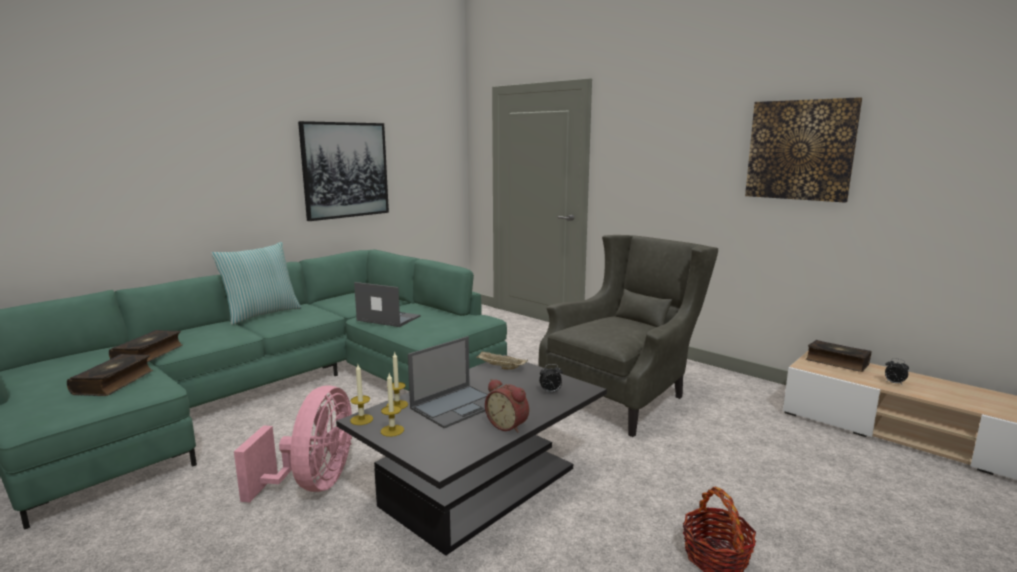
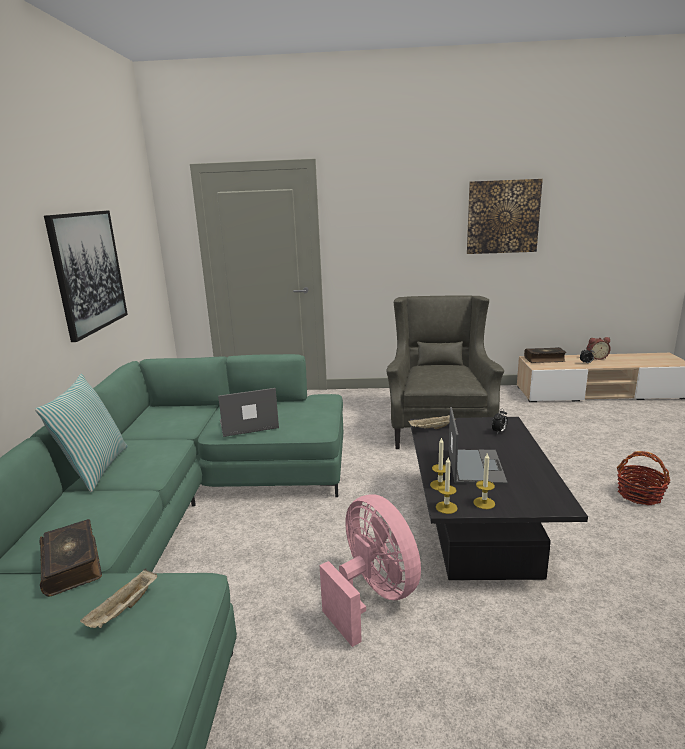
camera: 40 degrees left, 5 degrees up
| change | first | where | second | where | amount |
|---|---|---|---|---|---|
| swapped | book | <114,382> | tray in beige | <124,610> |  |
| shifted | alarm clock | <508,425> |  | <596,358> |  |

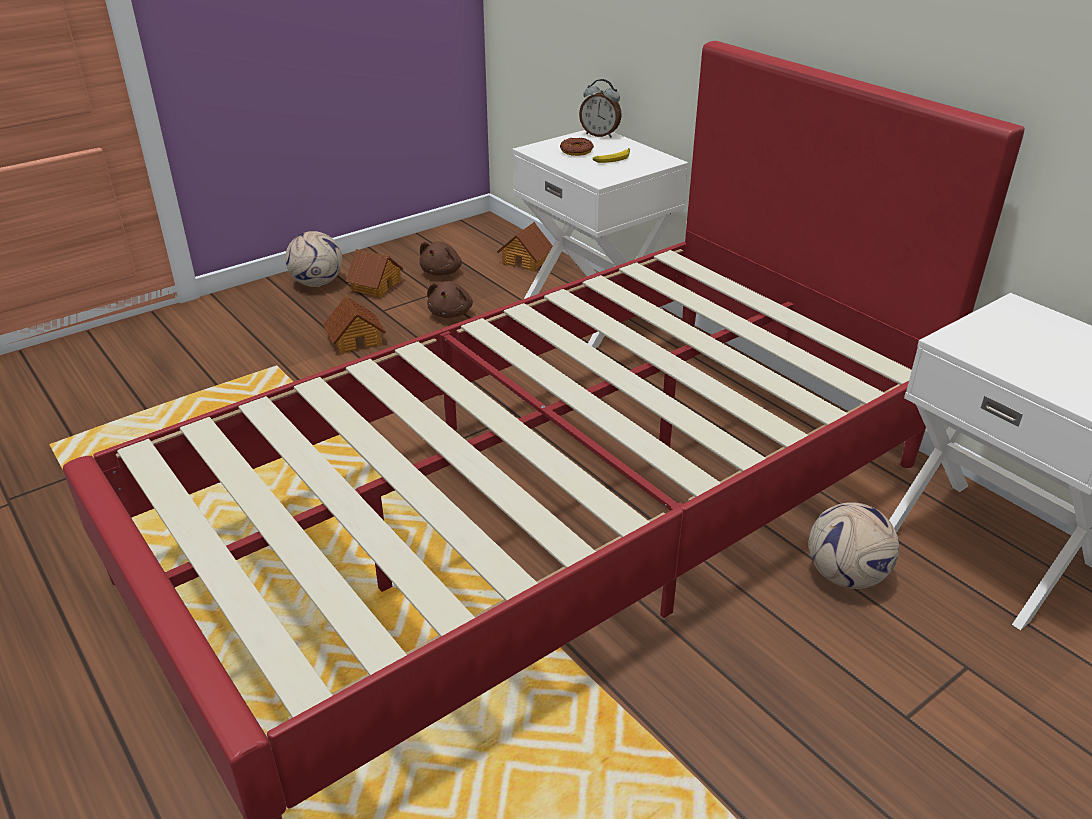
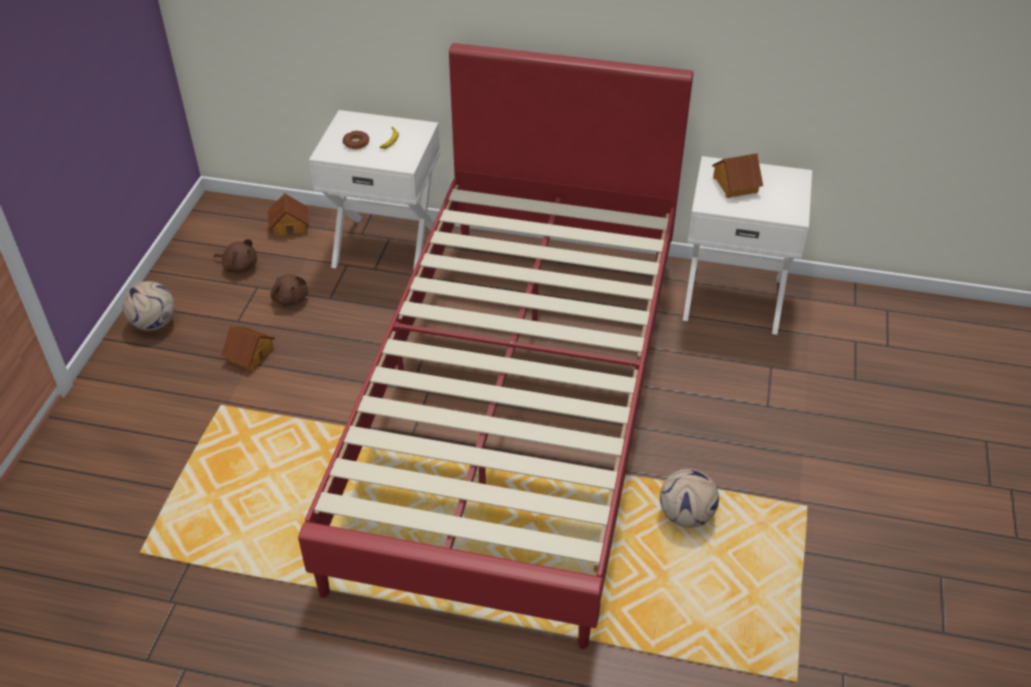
camera: 40 degrees left, 10 degrees up
| change | first | where | second | where | amount |
|---|---|---|---|---|---|
| rotated | plush toy in brown | <442,272> |  | <239,266> | 45 degrees counterclockwise |
| shifted | football | <846,577> |  | <686,516> |  |
| shifted | toy house | <375,285> |  | <734,185> |  |
| gone | alarm clock | <600,135> |  |  |  |

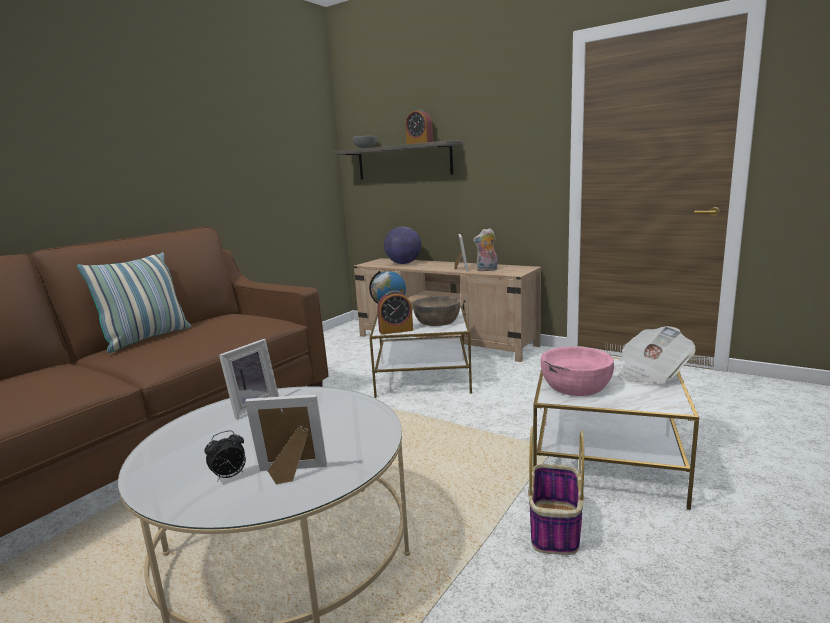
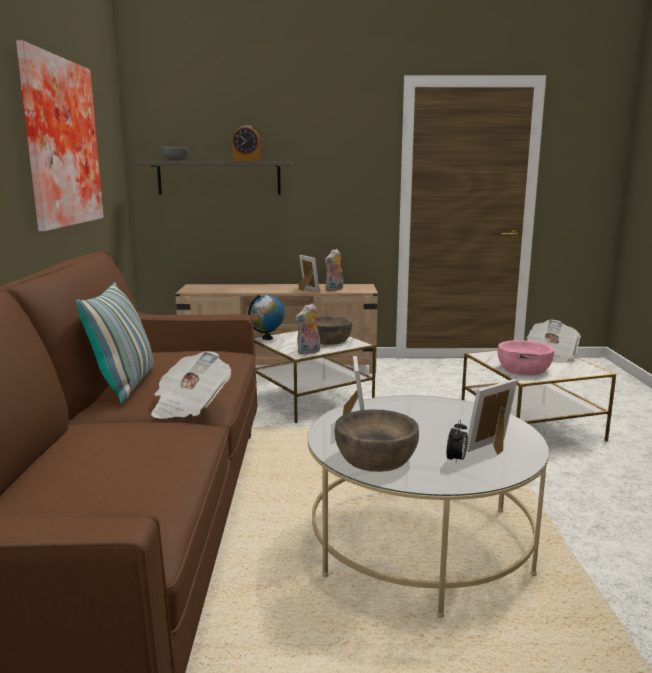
camera: 35 degrees left, 0 degrees up
| change | first | where | second | where | amount |
|---|---|---|---|---|---|
| new |  |  | picture | <57,143> |  |
| new |  |  | newspaper | <189,406> |  |
| swapped | alarm clock | <396,330> | plush toy | <309,352> |  |
| new |  |  | bowl in brown | <375,458> |  |
| gone | globe | <403,263> |  |  |  |
| gone | basket | <555,528> |  |  |  |

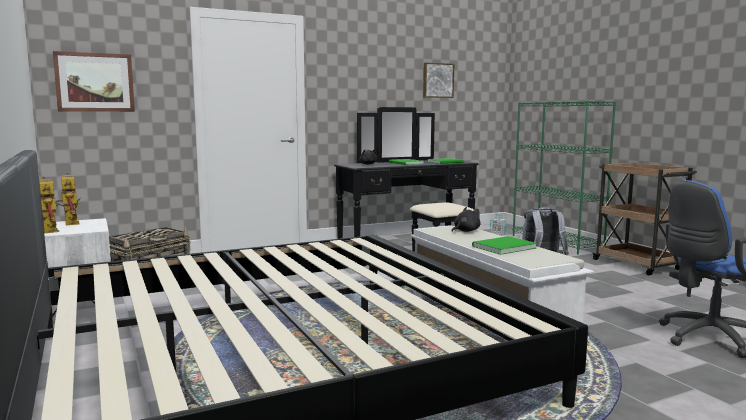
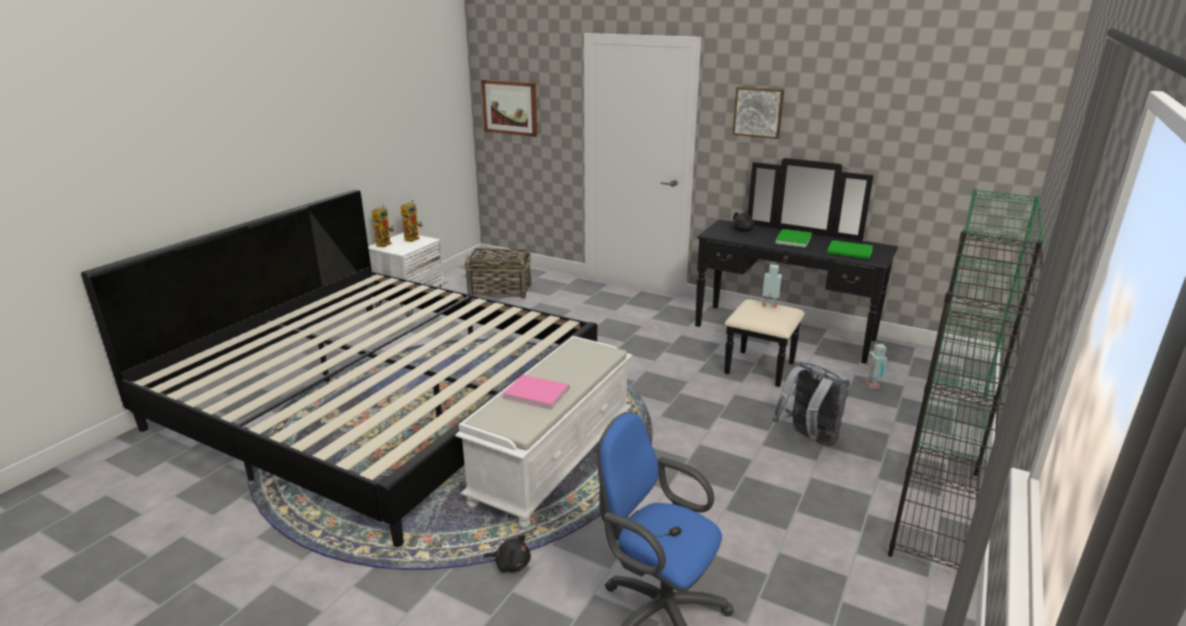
camera: 55 degrees right, 15 degrees up
| change | first | where | second | where | amount |
|---|---|---|---|---|---|
| shifted | plush toy in black | <465,231> |  | <511,564> |  |
| repainted | book in green | <502,247> | book in pink | <535,392> |  |
| shifted | picture | <437,80> |  | <758,112> |  |
| new |  |  | toy robot | <770,306> |  |
| swapped | cart in brown | <638,265> | bookcase in black | <936,513> |  |

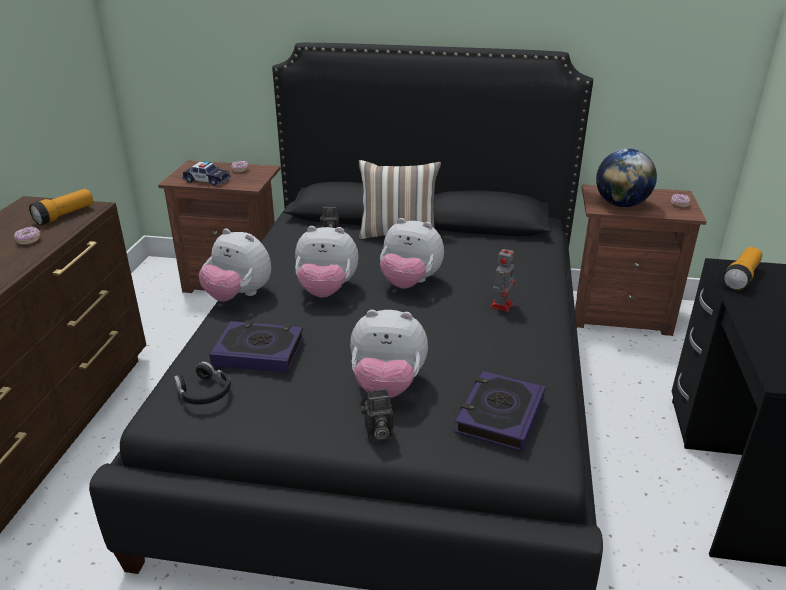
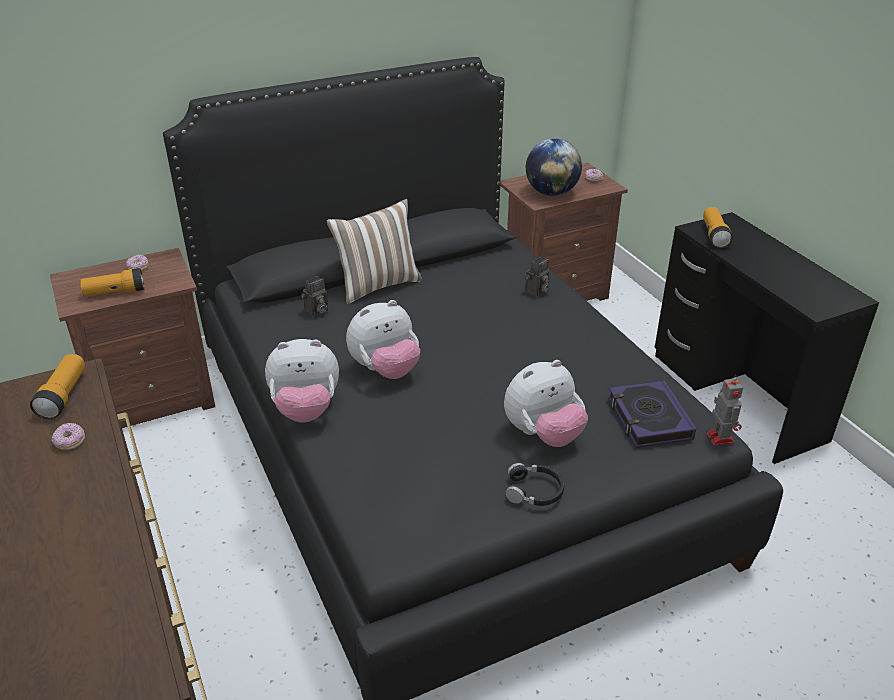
camera: 35 degrees left, 5 degrees up
| change | first | where | second | where | amount |
|---|---|---|---|---|---|
| swapped | toy car | <207,180> | flashlight | <115,292> |  |
| shifted | headphones in black | <204,392> |  | <534,491> |  |
| shifted | photo camera | <377,434> |  | <536,292> |  |
| shifted | toy robot | <501,305> |  | <719,437> |  |
| gone | book | <259,352> |  |  |  |
| gone | plush toy | <410,283> |  |  |  |

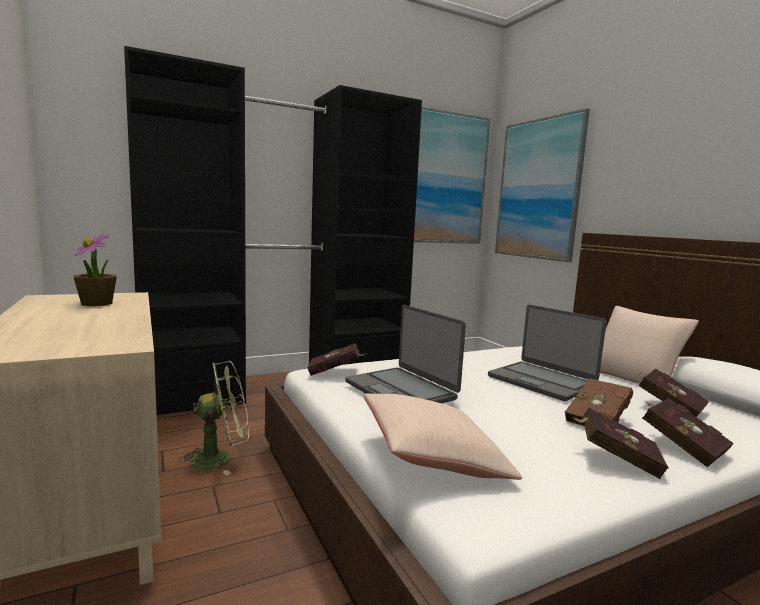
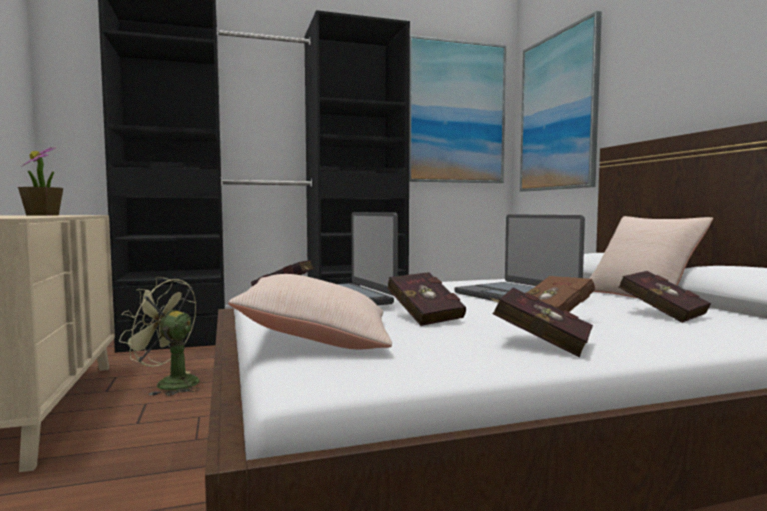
camera: 10 degrees right, 5 degrees down
| change | first | where | second | where | amount |
|---|---|---|---|---|---|
| rotated | fan in green | <220,458> |  | <168,384> | 150 degrees counterclockwise |
| shifted | book in red | <680,447> |  | <424,316> |  |

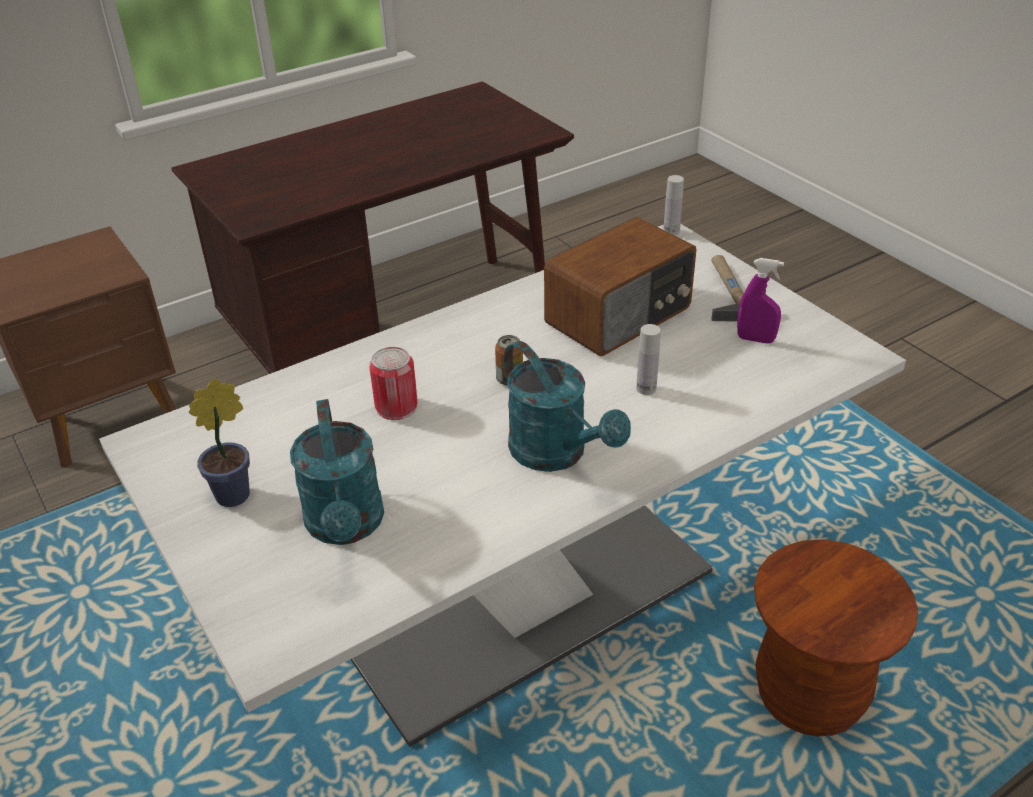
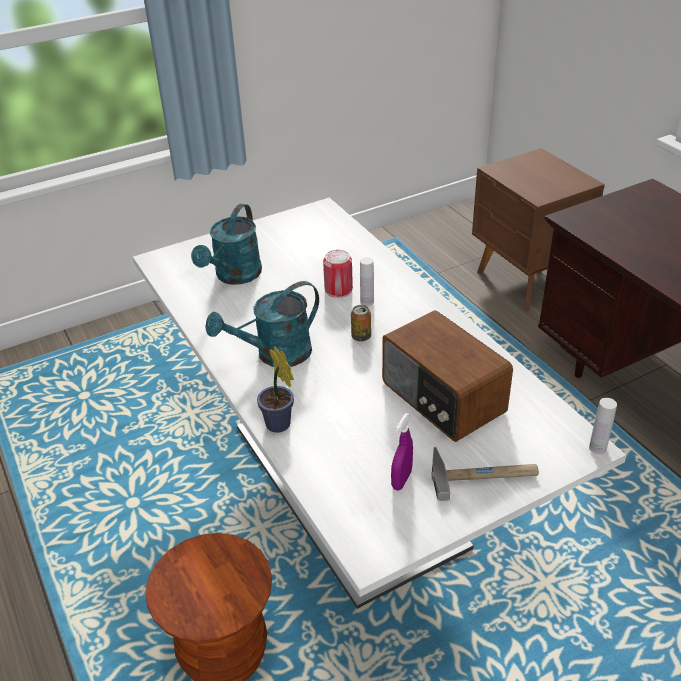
camera: 95 degrees right, 0 degrees up
| change | first | where | second | where | amount |
|---|---|---|---|---|---|
| rotated | watering can in turquoise | <346,526> |  | <234,276> | 60 degrees counterclockwise |
| shifted | potted plant | <237,493> |  | <280,426> |  |
| shifted | bottle in white | <646,388> |  | <367,302> |  |

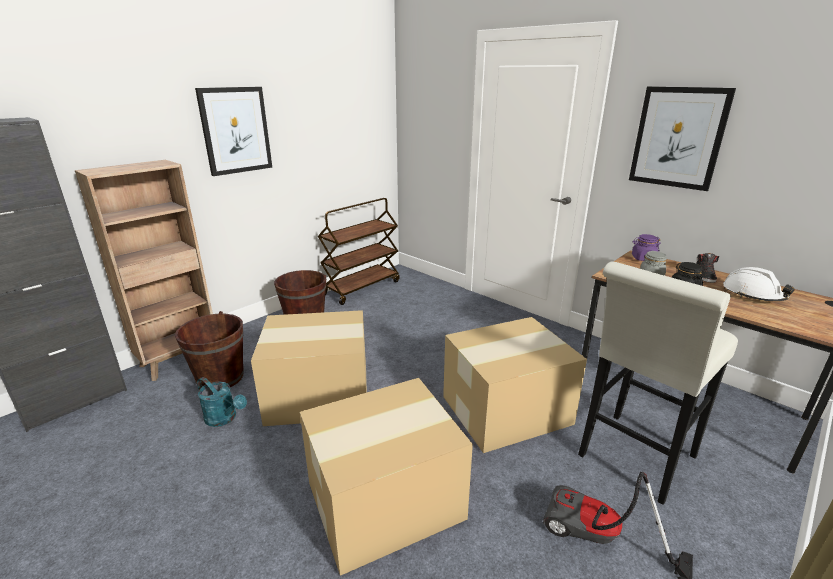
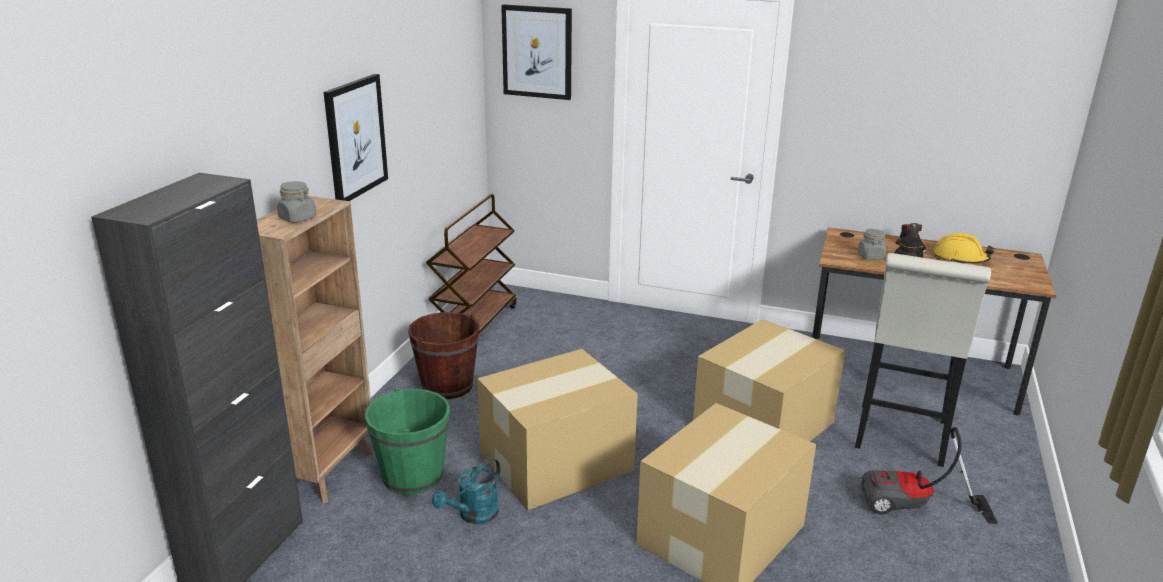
camera: 25 degrees left, 0 degrees up
| change | first | where | second | where | amount |
|---|---|---|---|---|---|
| new |  |  | jar in grey | <298,218> |  |
| repainted | bucket in brown | <220,377> | bucket in green | <413,476> |  |
| rotated | watering can in turquoise | <224,418> |  | <473,515> | 120 degrees clockwise |
| shifted | picture | <678,138> |  | <537,52> |  |
| repainted | hard hat in white | <753,294> | hard hat in yellow | <960,258> |  |
| gone | jar in purple | <643,258> |  |  |  |

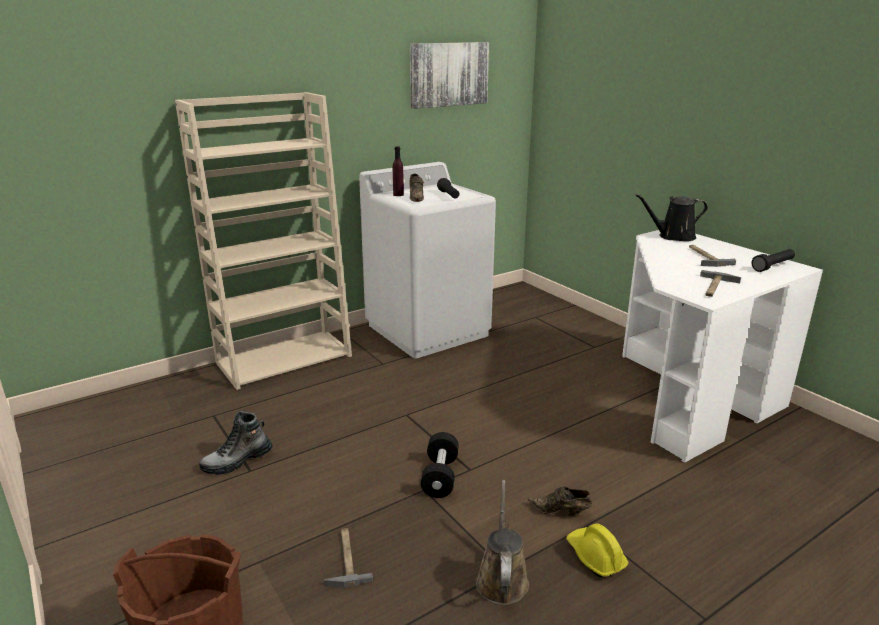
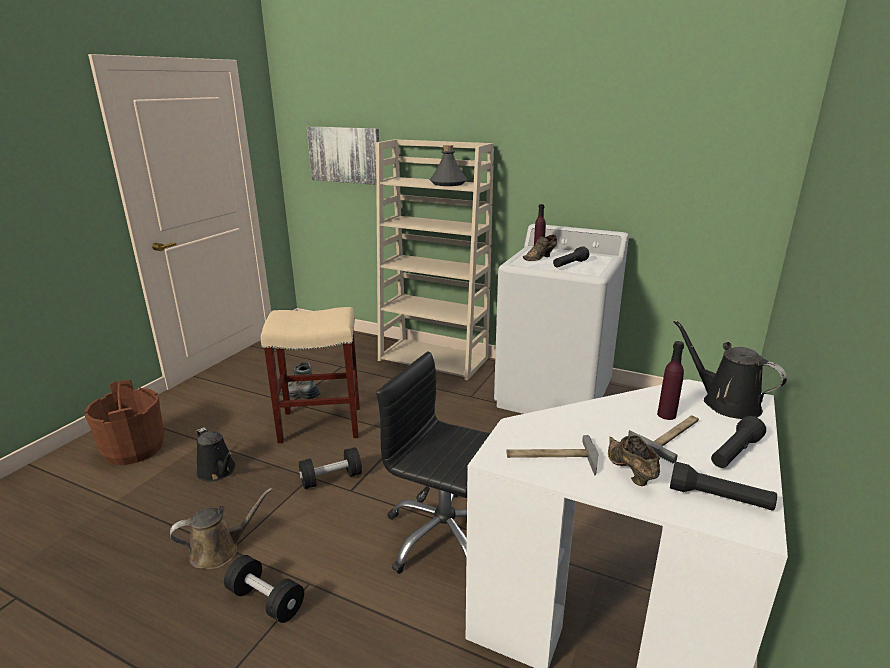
camera: 60 degrees right, 0 degrees up
| change | first | where | second | where | amount |
|---|---|---|---|---|---|
| swapped | hammer | <346,558> | watering can in black | <218,471> |  |
| swapped | hard hat in yellow | <595,556> | dumbbell in black | <266,600> |  |
| new |  |  | stool in beige | <322,424> |  |
| shifted | picture | <448,74> |  | <345,155> |  |
| new |  |  | office chair in black | <444,536> |  |
| new |  |  | bottle in grey | <448,183> |  |
| shifted | shoe in brown | <561,512> |  | <630,471> |  |
| new |  |  | bottle in purple | <666,415> |  |
| new |  |  | flashlight in black | <734,453> |  |

